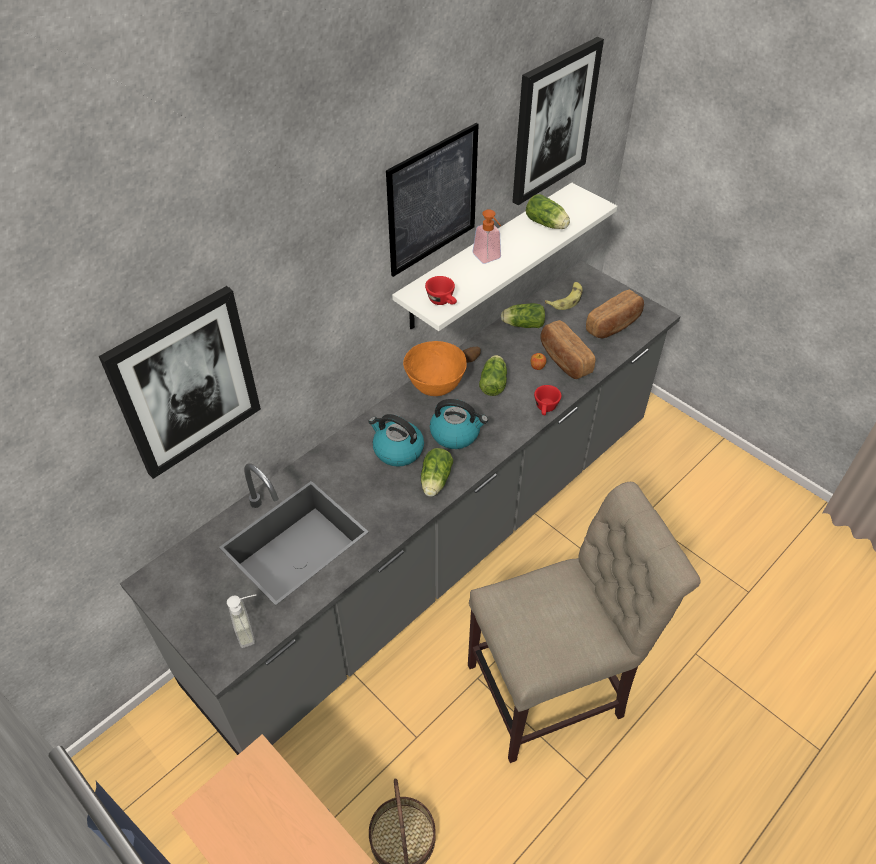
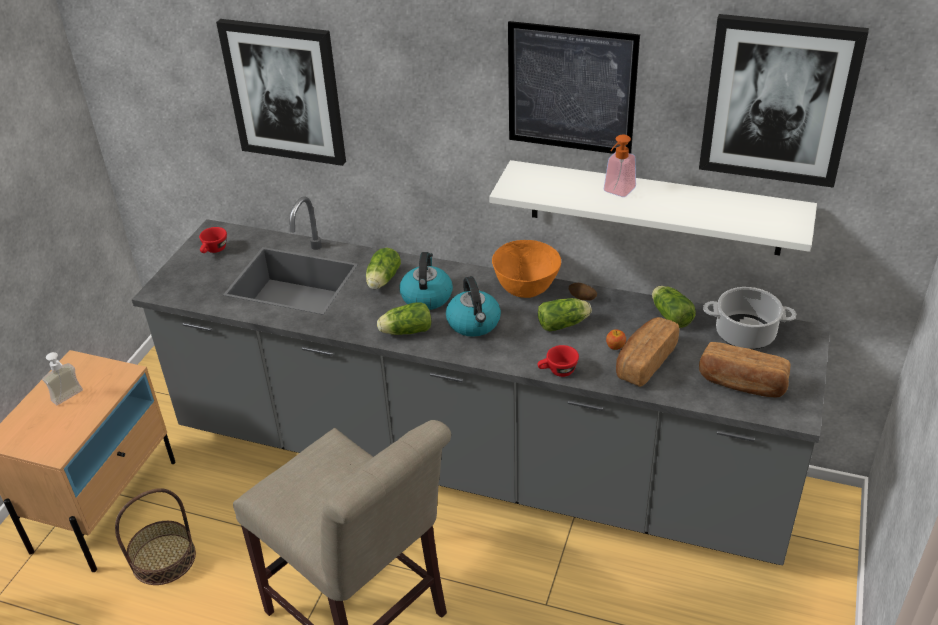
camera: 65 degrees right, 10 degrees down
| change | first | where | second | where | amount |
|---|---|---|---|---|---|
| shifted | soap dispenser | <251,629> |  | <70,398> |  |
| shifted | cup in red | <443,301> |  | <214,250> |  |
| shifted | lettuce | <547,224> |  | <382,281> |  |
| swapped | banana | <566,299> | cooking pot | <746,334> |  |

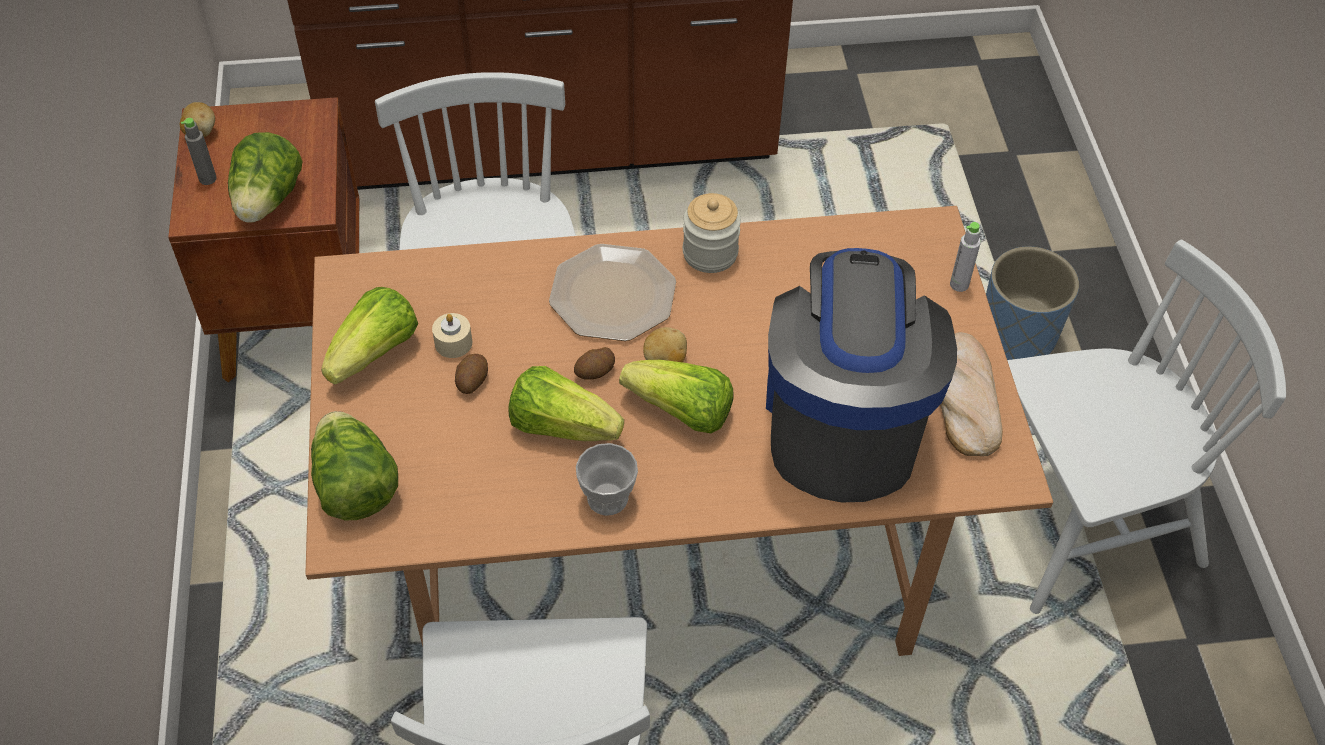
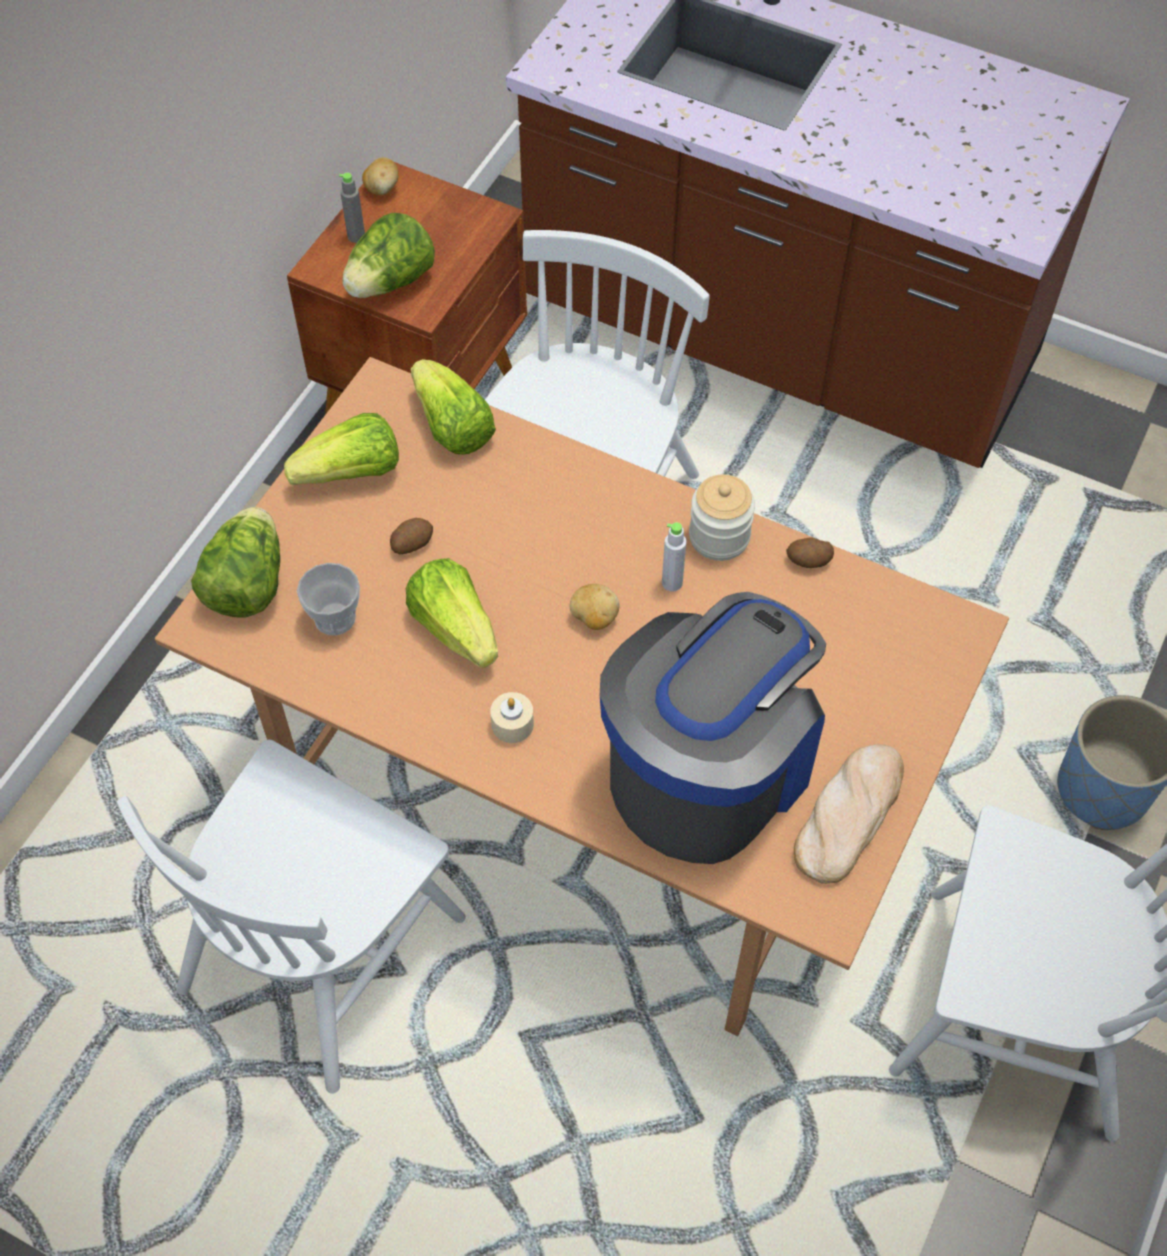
camera: 35 degrees right, 5 degrees up
| change | first | where | second | where | amount |
|---|---|---|---|---|---|
| shifted | cup | <607,498> |  | <335,618> |  |
| shifted | lettuce | <681,412> |  | <452,427> |  |
| shifted | candle in beige | <453,343> |  | <512,724> |  |
| shifted | bottle in grey | <959,284> |  | <672,583> |  |
| shifted | potato | <595,372> |  | <809,561> |  |
| gone | plate | <613,295> |  |  |  |

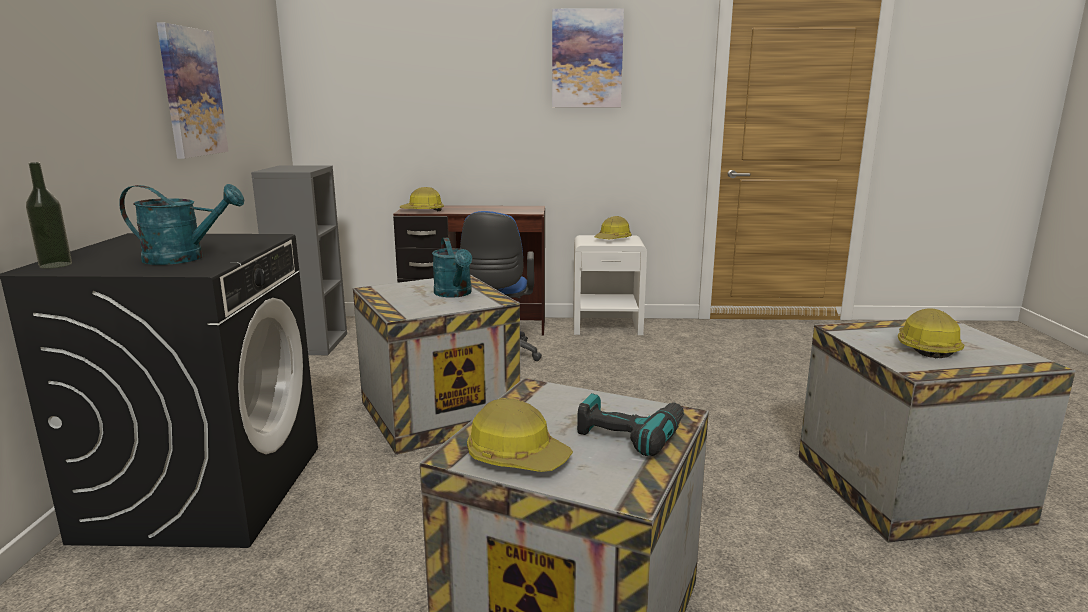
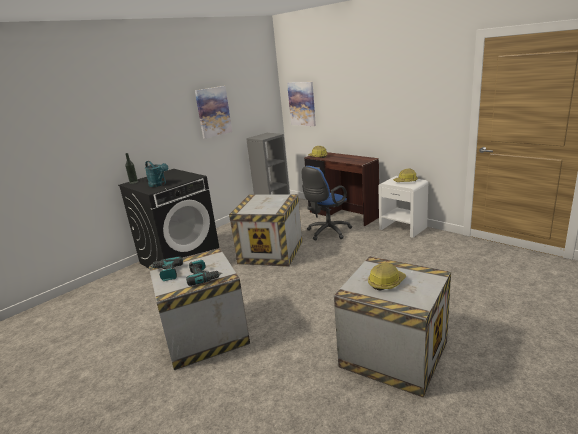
camera: 45 degrees right, 5 degrees up
| change | first | where | second | where | amount |
|---|---|---|---|---|---|
| swapped | hard hat | <517,457> | power drill | <167,273> |  |
| shifted | picture | <587,59> |  | <302,104> |  |
| gone | watering can in turquoise | <455,294> |  |  |  |

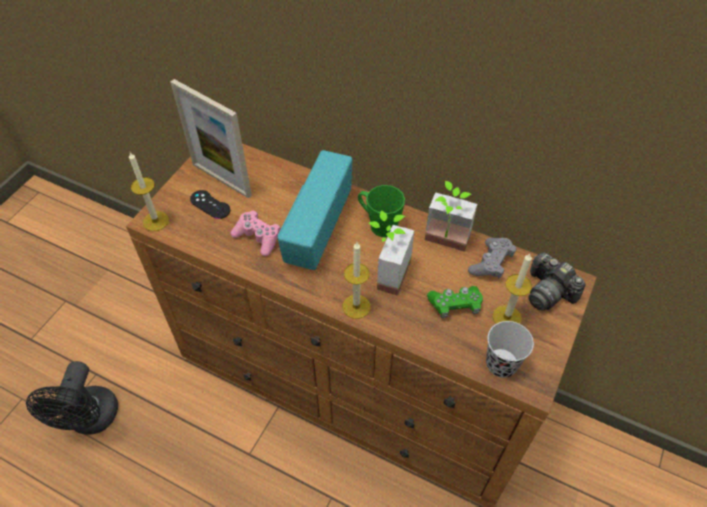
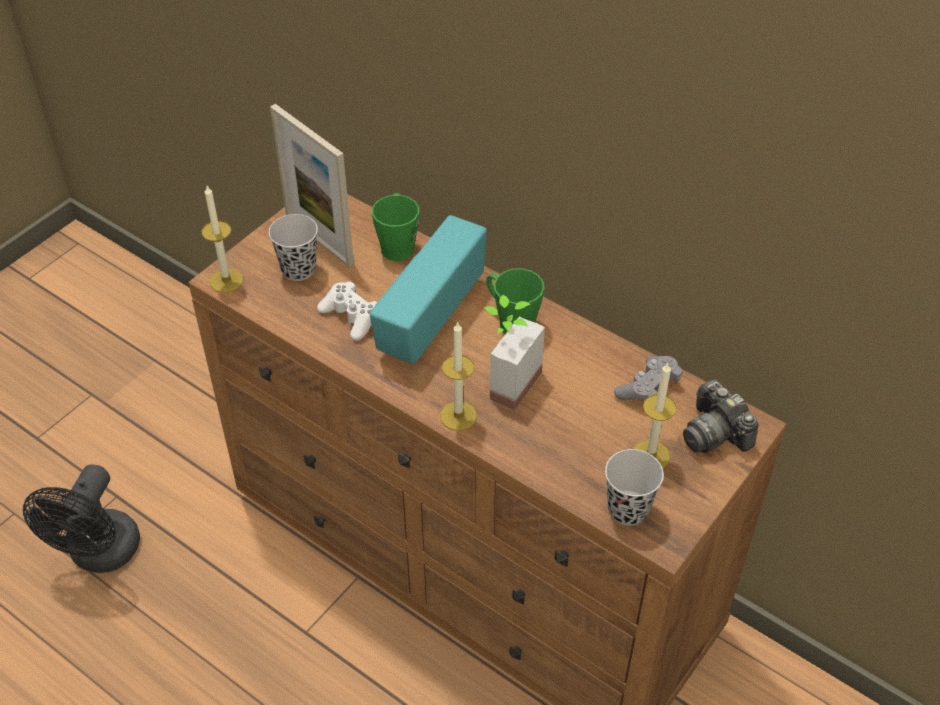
camera: 10 degrees right, 5 degrees down
| change | first | where | second | where | amount |
|---|---|---|---|---|---|
| swapped | game controller in black | <210,204> | cup in black | <298,269> |  |
| repainted | game controller in pink | <258,237> | game controller in white | <351,317> |  |
| new |  |  | mug in green | <397,244> |  |
| gone | potted plant | <444,244> |  |  |  |
| gone | game controller in green | <455,305> |  |  |  |

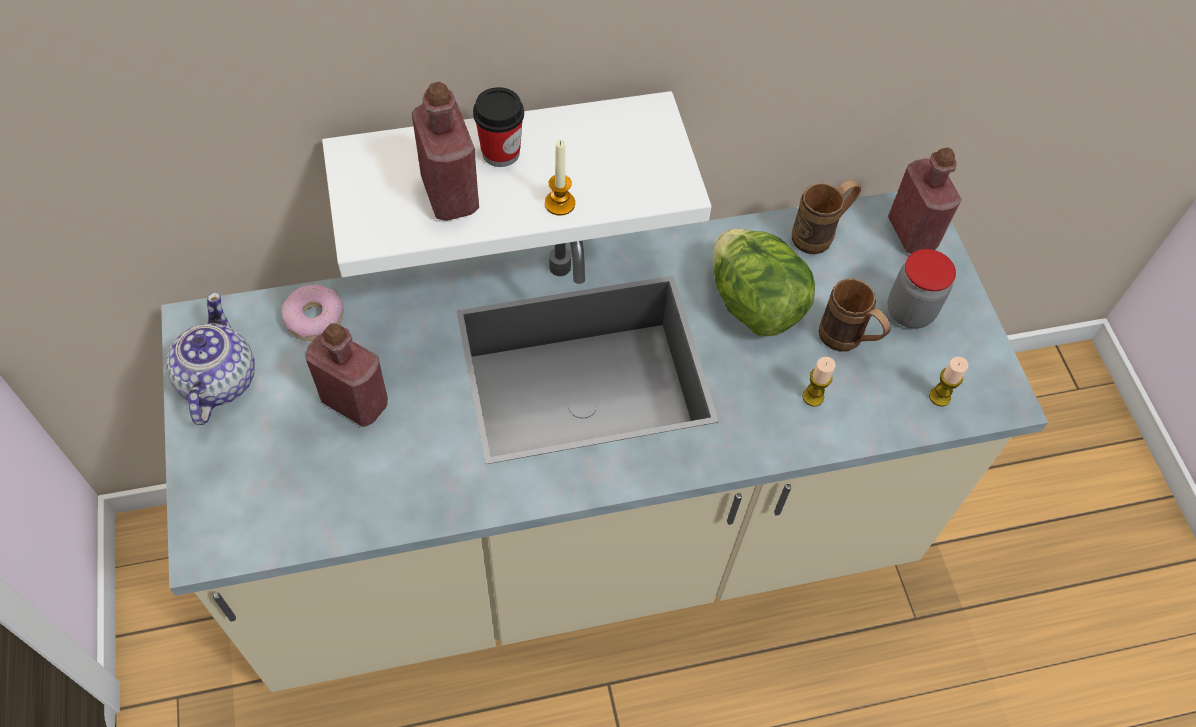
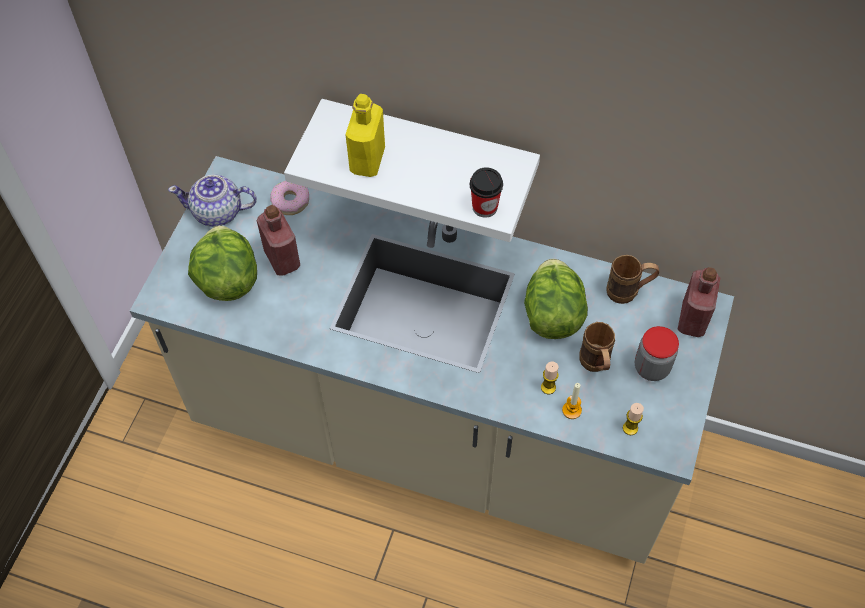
camera: 35 degrees right, 0 degrees up
| change | first | where | second | where | amount |
|---|---|---|---|---|---|
| rotated | teapot | <217,381> |  | <218,212> | 120 degrees counterclockwise |
| new |  |  | lettuce | <227,280> |  |
| repainted | bottle in red | <450,194> | bottle in yellow | <367,160> |  |
| shifted | cup | <500,152> |  | <485,207> |  |
| shifted | candle | <559,203> |  | <571,410> |  |

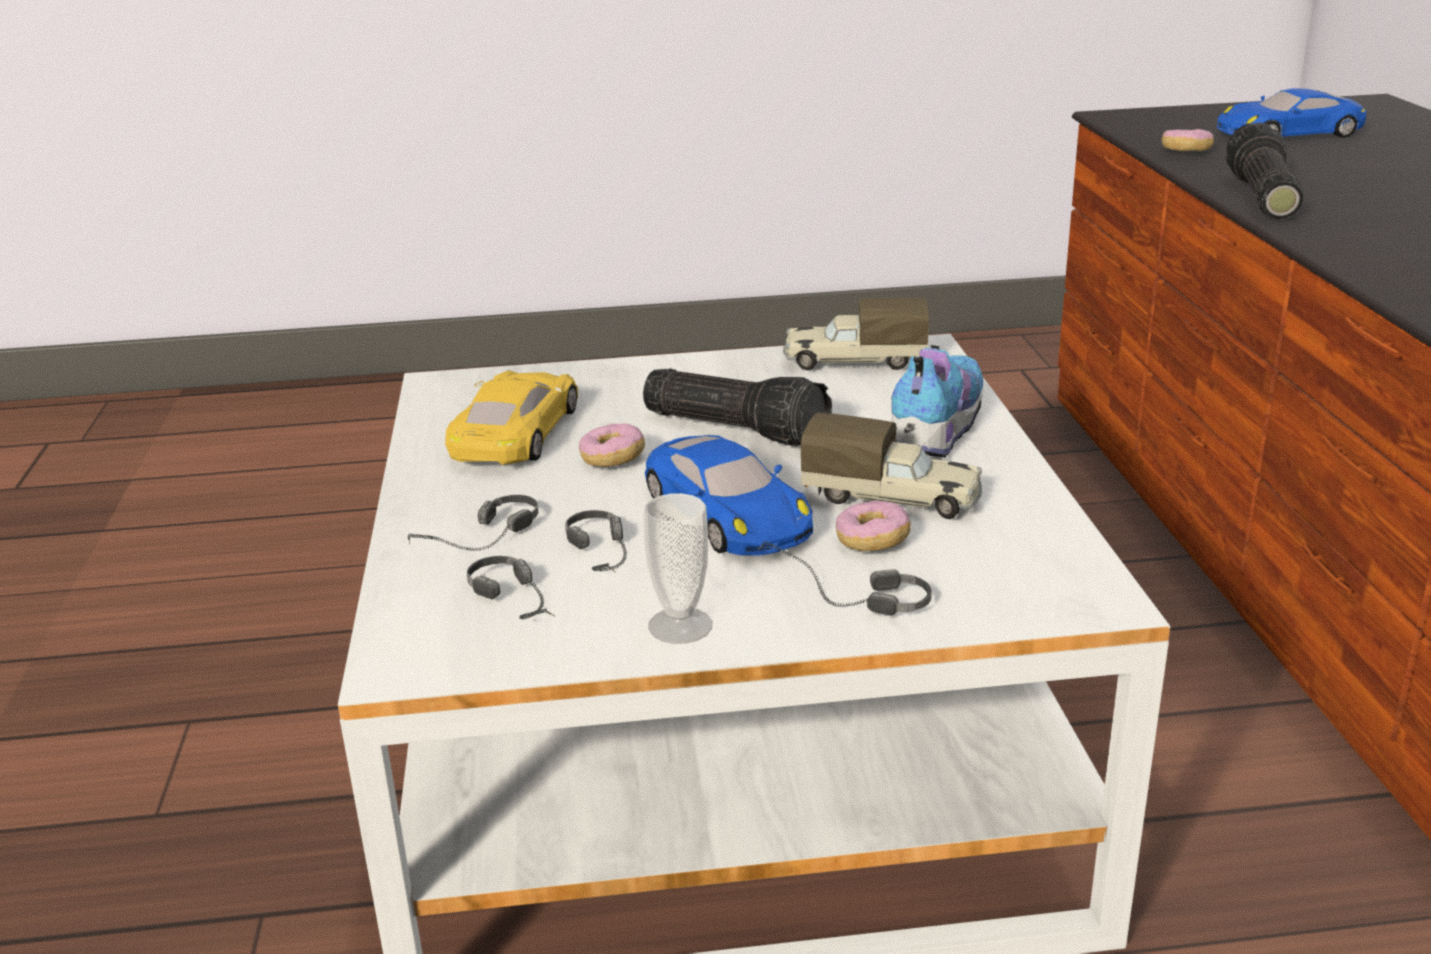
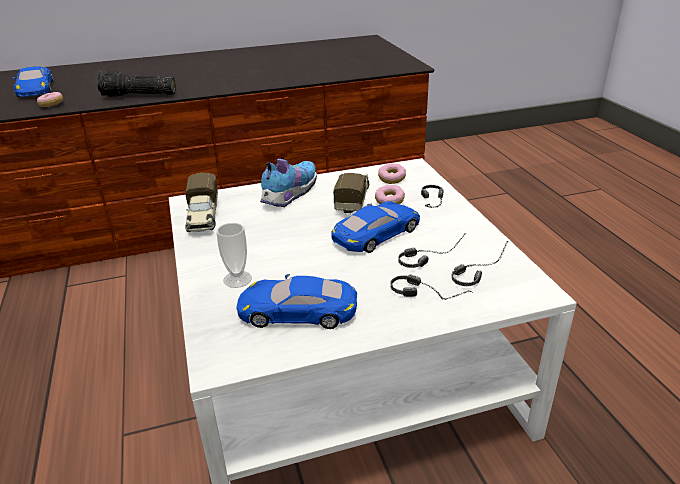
camera: 100 degrees left, 5 degrees up
| change | first | where | second | where | amount |
|---|---|---|---|---|---|
| shifted | cup | <680,626> |  | <237,279> |  |
| repainted | toy car in yellow | <516,432> | toy car in blue | <297,311> |  |
| rotated | shoe | <934,432> |  | <289,195> | 105 degrees clockwise |
| shifted | donut | <612,459> |  | <391,179> |  |
| gone | flashlight | <738,428> |  |  |  |

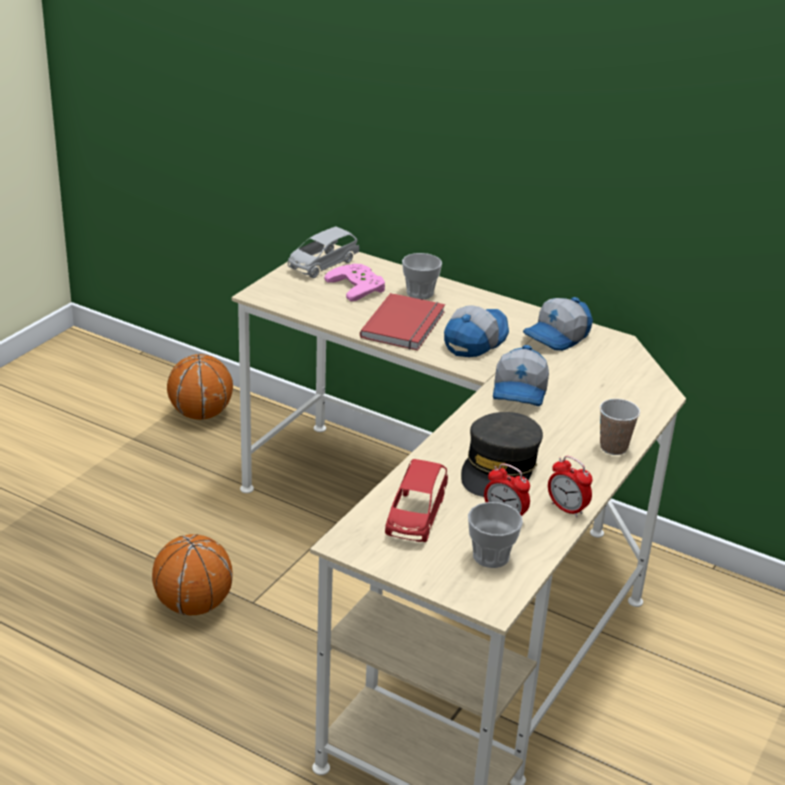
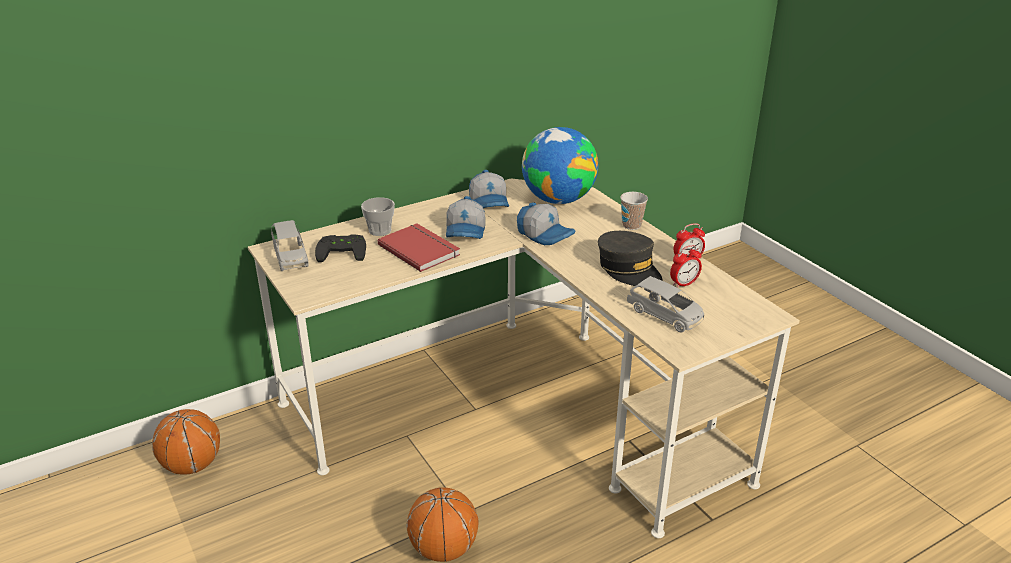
camera: 60 degrees left, 0 degrees up
| change | first | where | second | where | amount |
|---|---|---|---|---|---|
| repainted | game controller in pink | <359,286> | game controller in black | <342,251> |  |
| rotated | cap | <474,340> |  | <466,230> | 150 degrees counterclockwise |
| new |  |  | globe | <558,199> |  |
| repainted | toy car in red | <415,516> | toy car in grey | <665,315> |  |
| gone | cup | <491,556> |  |  |  |

